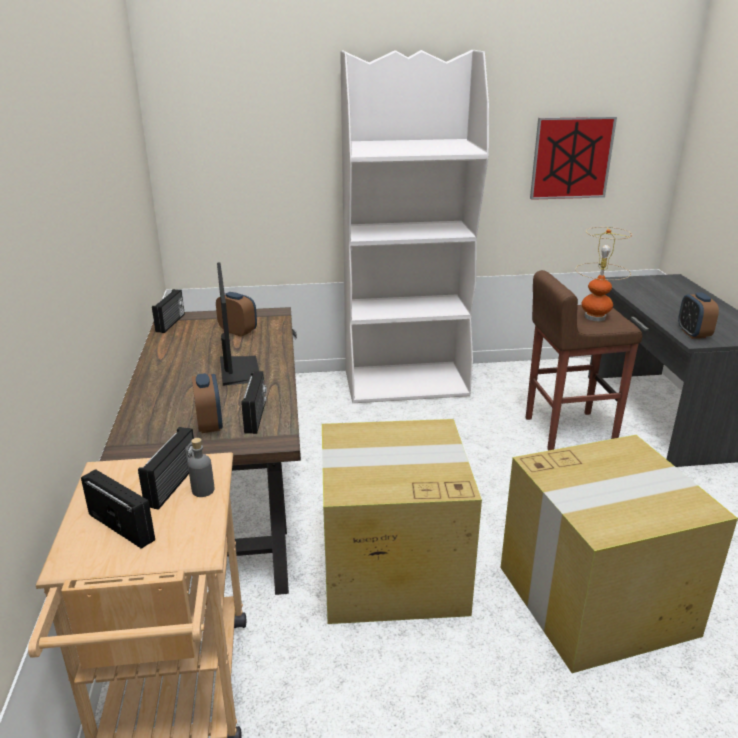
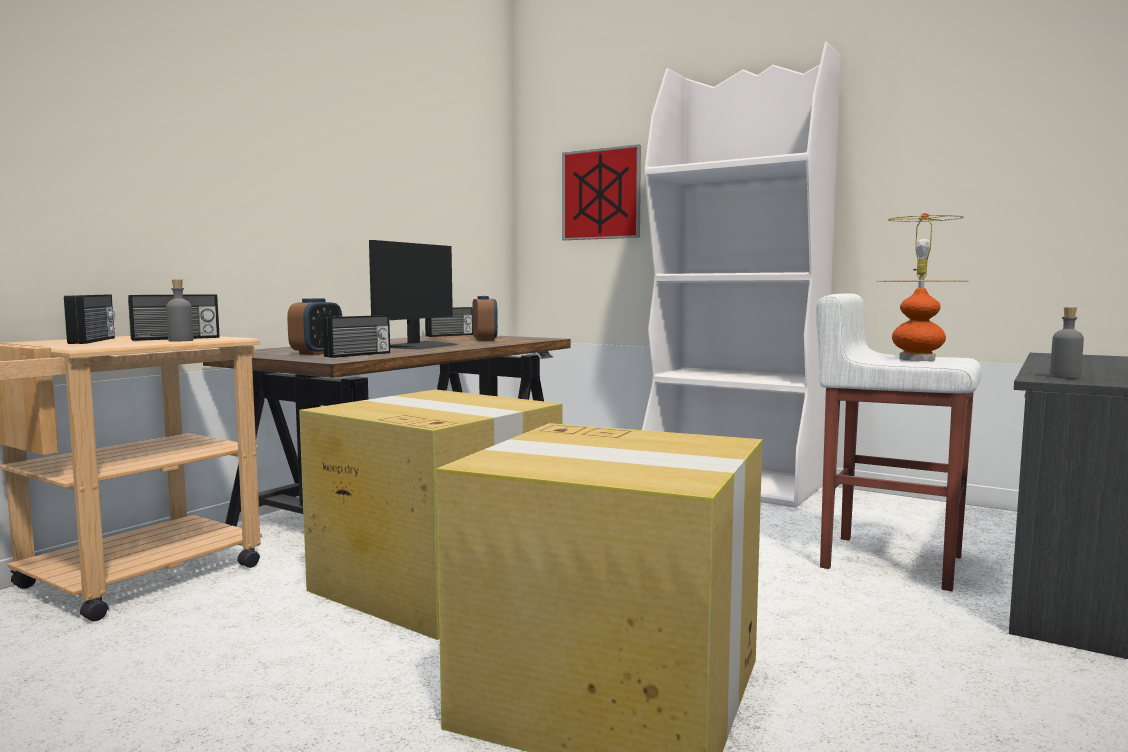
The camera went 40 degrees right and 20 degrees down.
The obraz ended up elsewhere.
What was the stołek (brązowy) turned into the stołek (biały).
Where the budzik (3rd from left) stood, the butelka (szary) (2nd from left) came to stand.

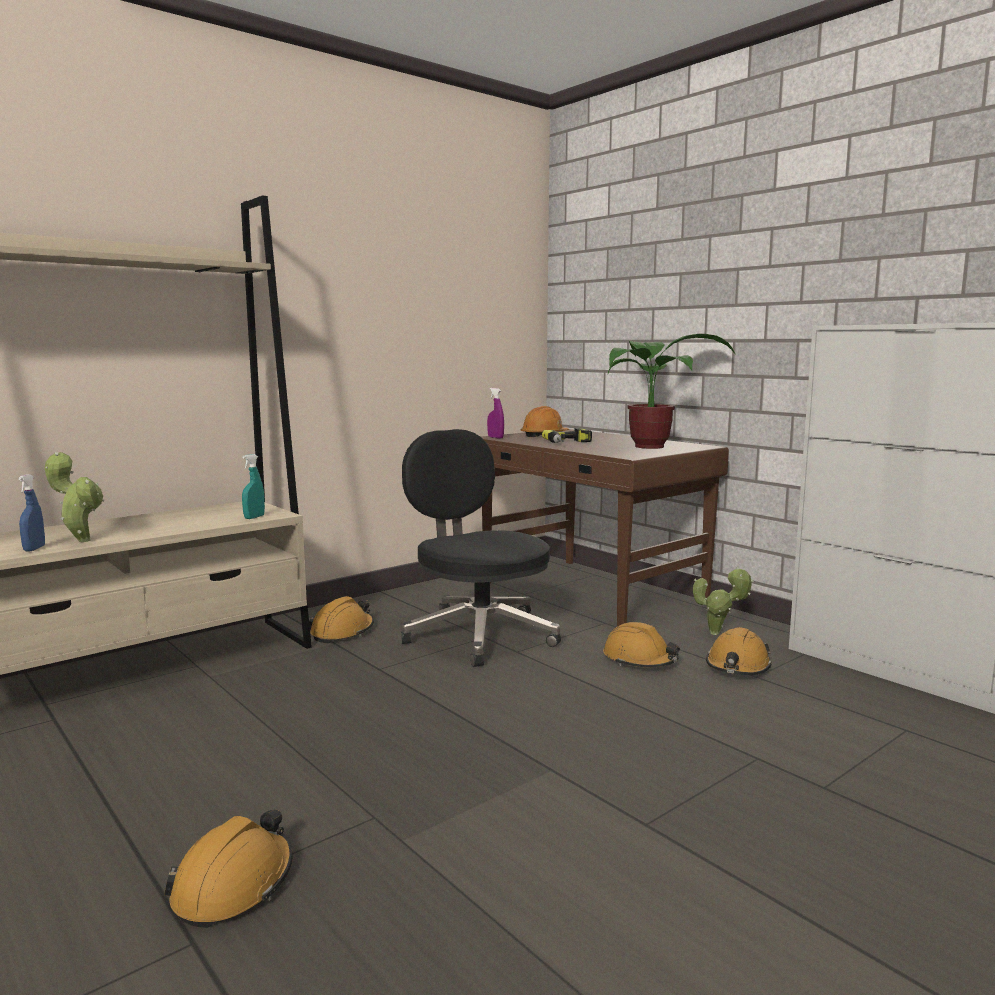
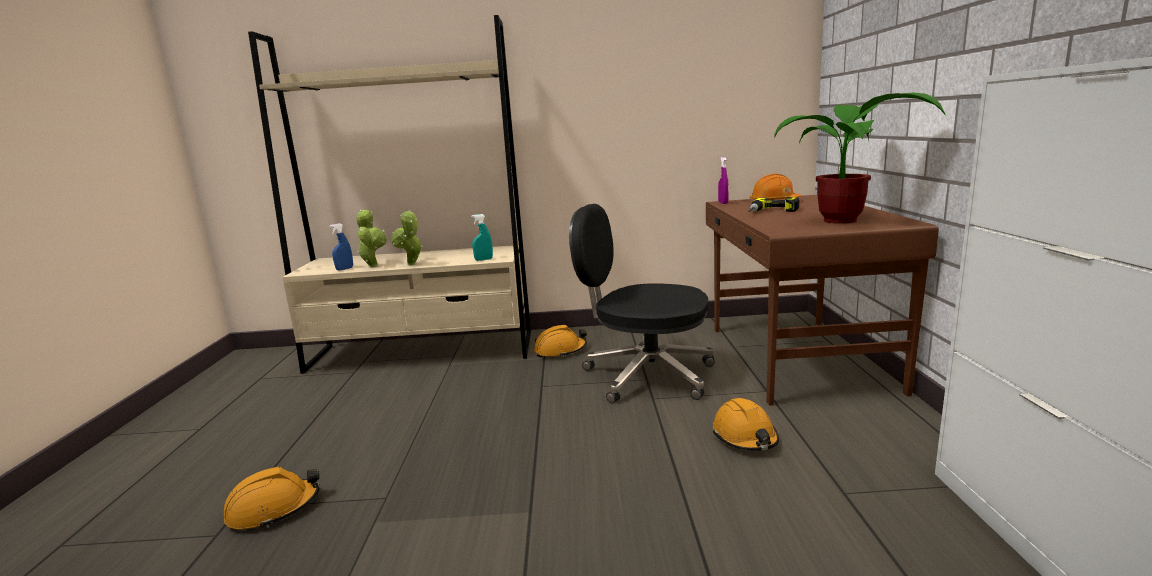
The camera went 40 degrees right and 5 degrees up.
The krzesło biurowe (czarny) ended up facing another way, 75 degrees counterclockwise from before.
The roślina doniczkowa (3rd from left in the first image) ended up elsewhere.
The second view lost the kask (pomarańczowy) (5th from left).

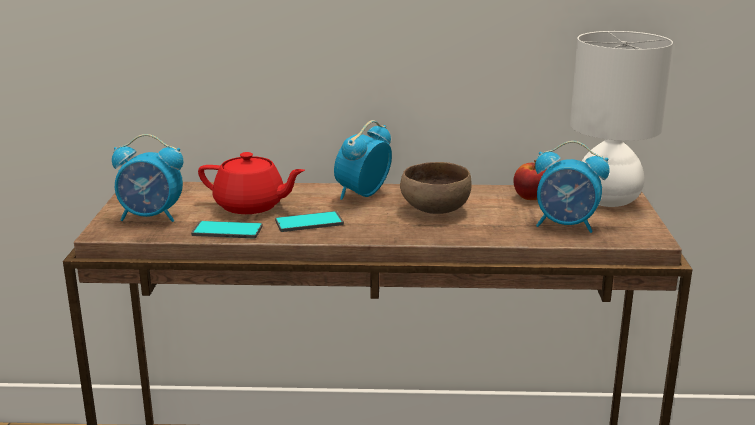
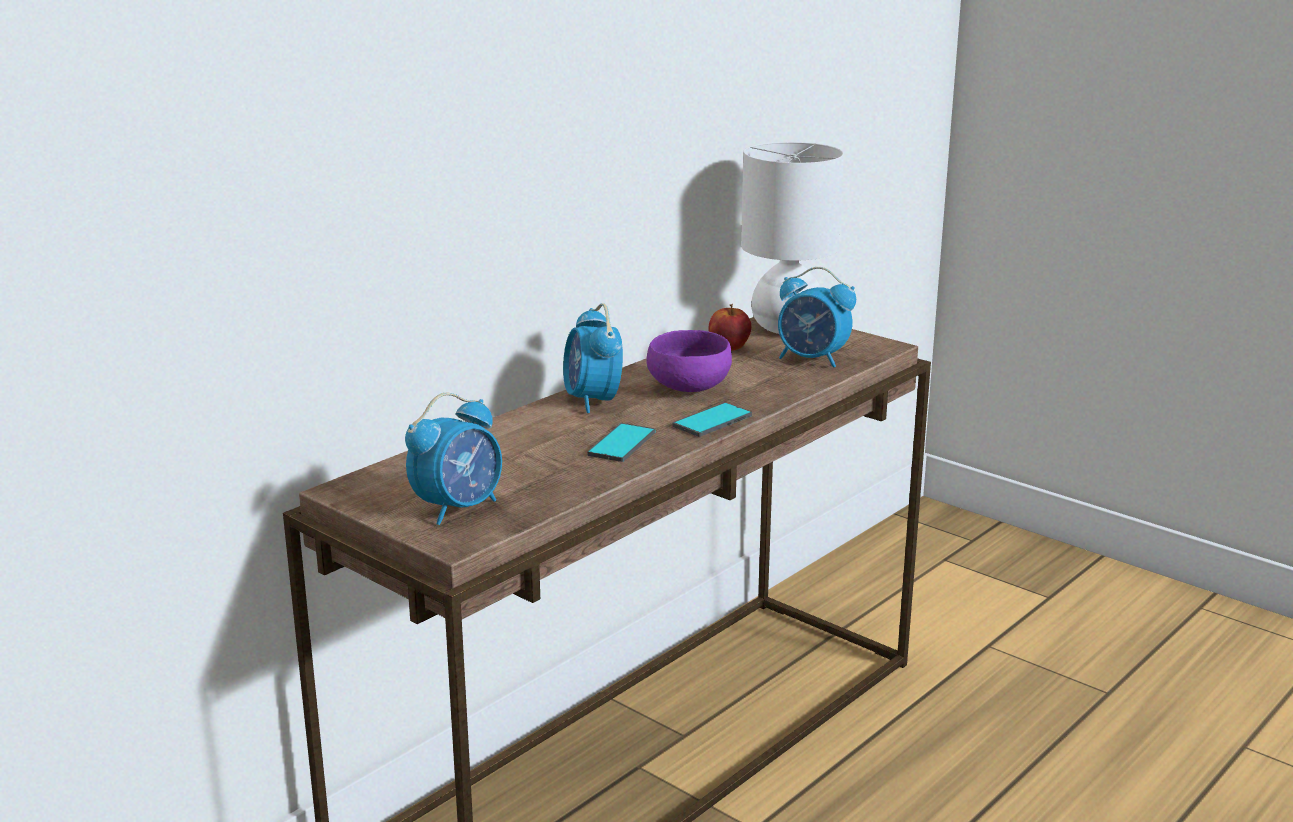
The camera went 50 degrees left and 0 degrees up.
The budzik (3rd from left) ended up facing another way, 60 degrees clockwise from before.
The second view lost the imbryk (czerwony).
What was the miska (brązowy) turned into the miska (fioletowy).
The telefon (1st from left in the first image) ended up elsewhere.

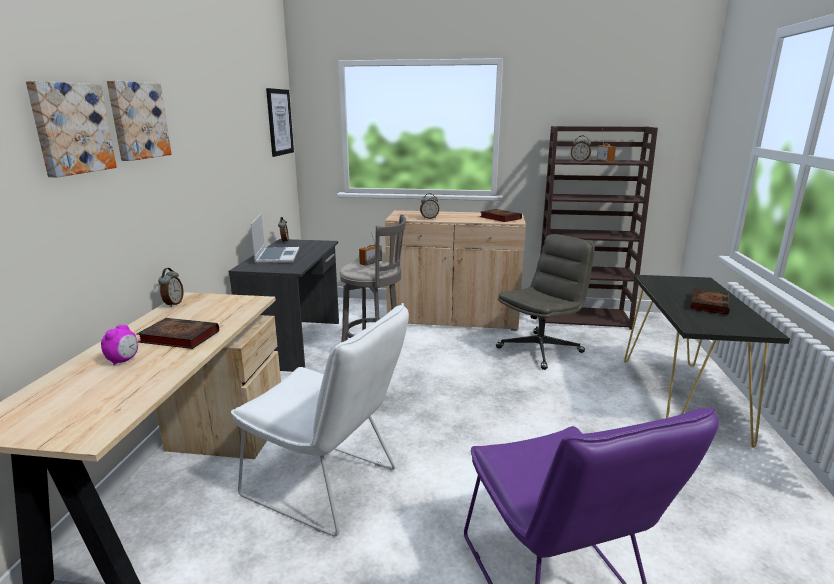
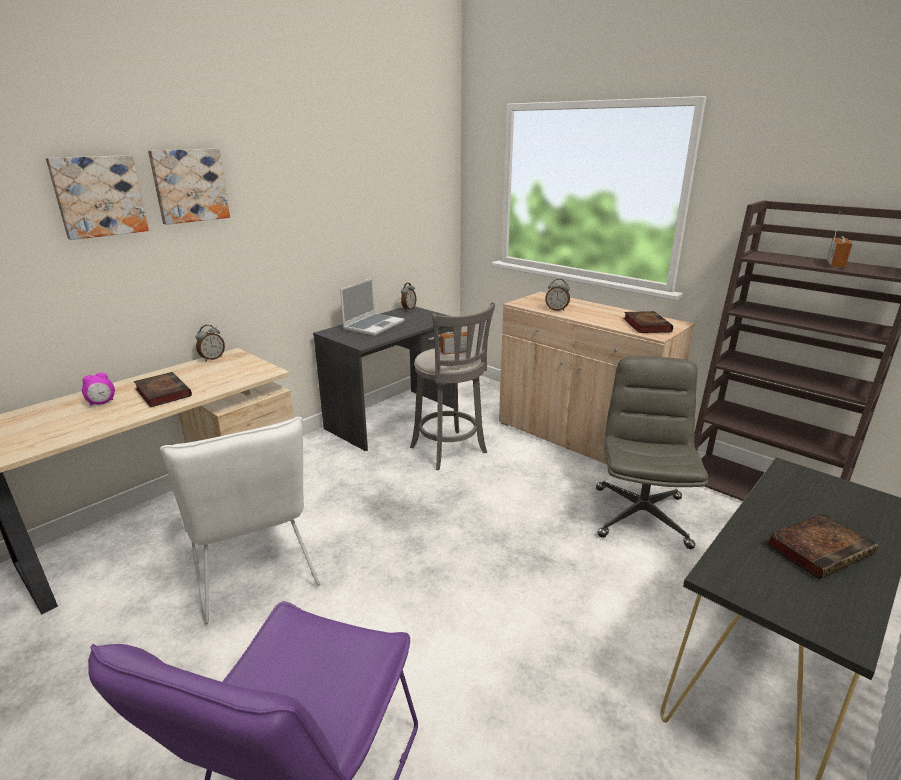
The camera went 35 degrees right and 5 degrees up.
The second view lost the obraz (3rd from left).
The second view lost the budzik (5th from left).
The krzesło biurowe (szary) ended up facing another way, 75 degrees counterclockwise from before.

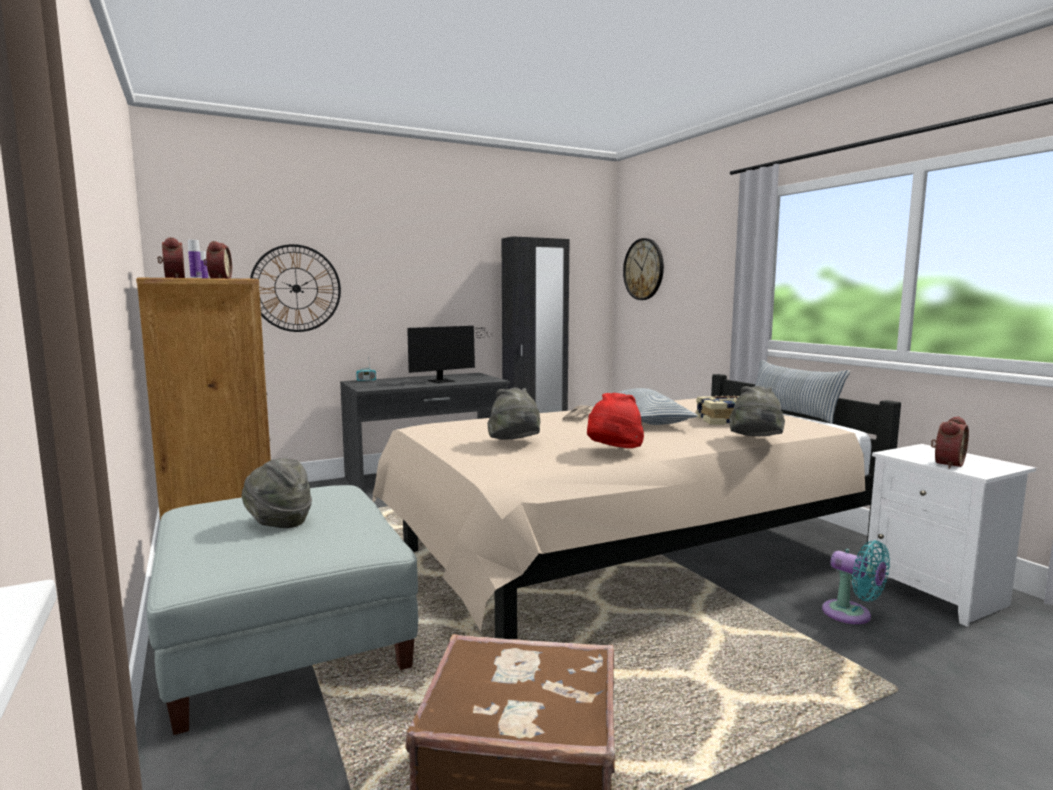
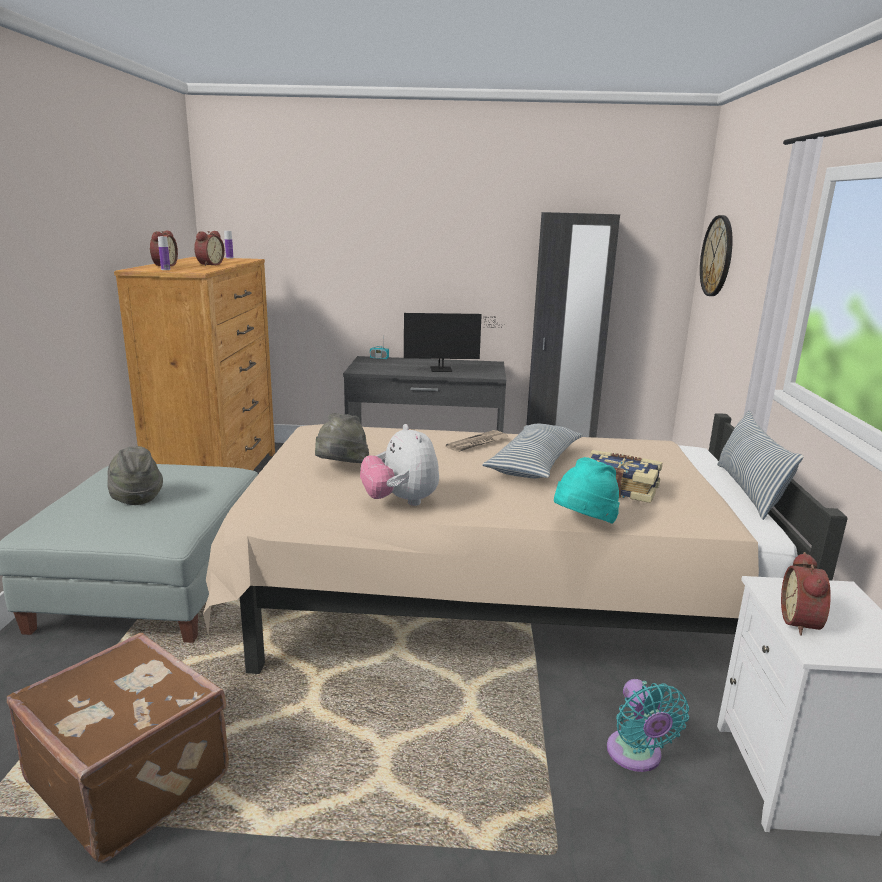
The camera went 30 degrees right and 10 degrees up.
The second view lost the zegar ścienny (1st from left).
What was the kapelusz (szary) (3rd from left) turned into the kapelusz (turkusowy).
Where the kapelusz (czerwony) stood, the pluszak came to stand.
The budzik (3rd from left) ended up facing another way, 120 degrees clockwise from before.

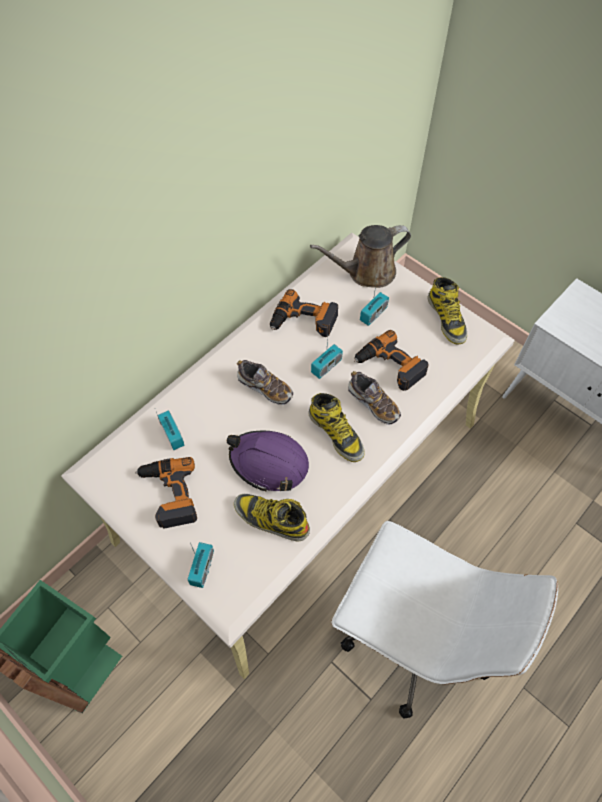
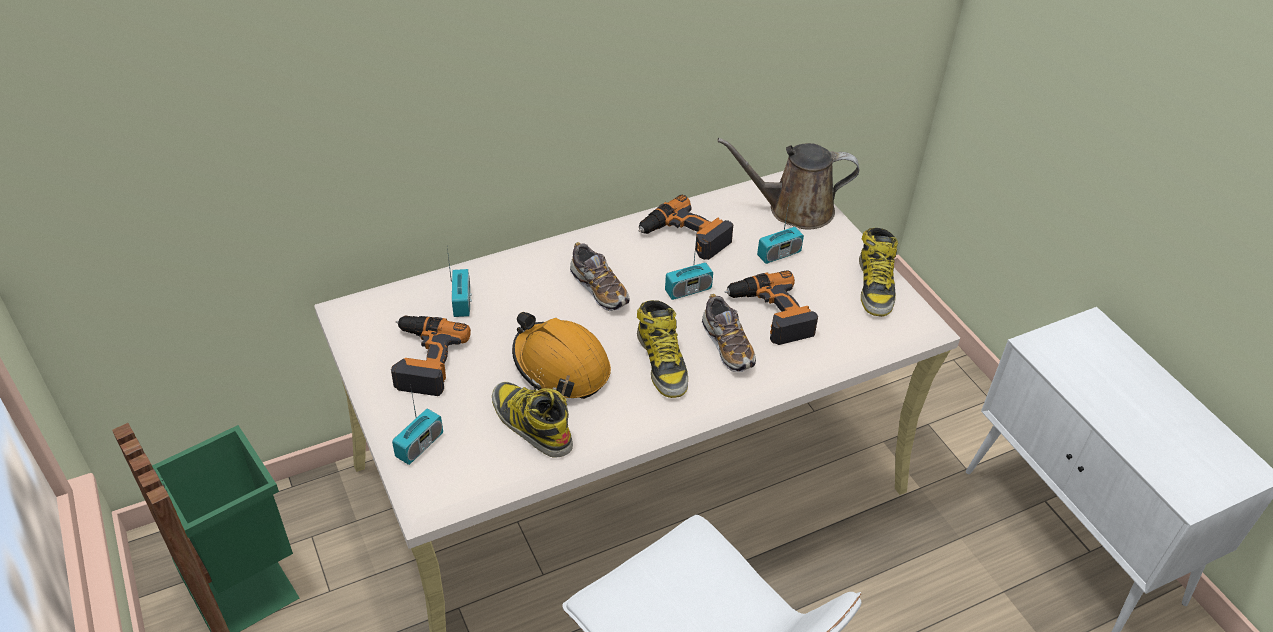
The camera went 20 degrees right and 15 degrees down.
What was the kask (fioletowy) turned into the kask (pomarańczowy).

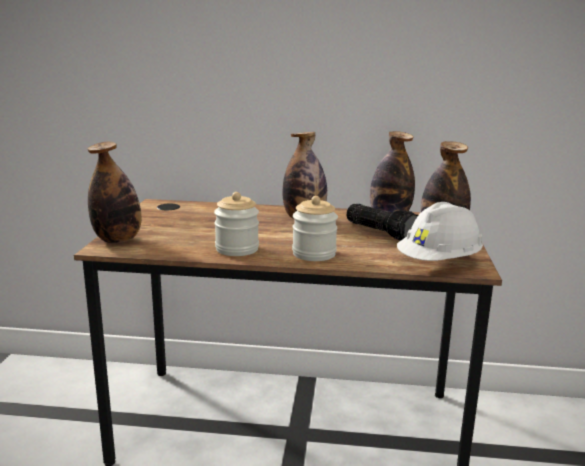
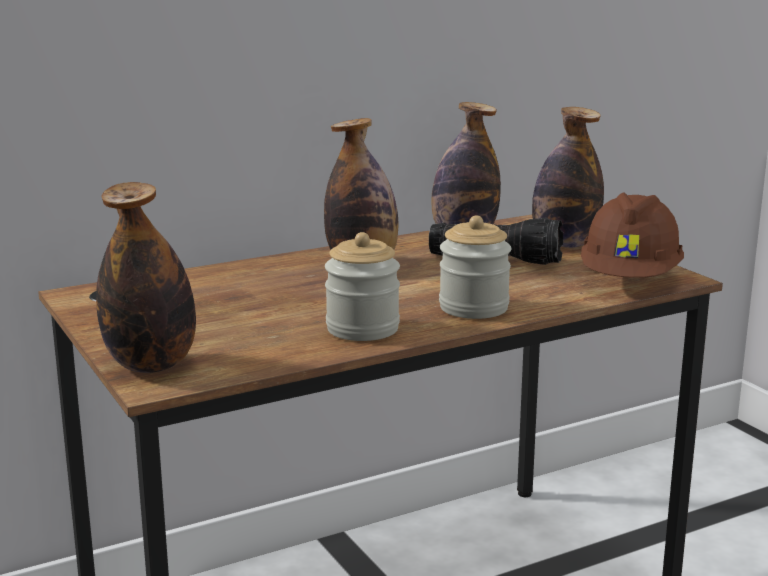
The camera went 35 degrees left and 0 degrees up.
What was the kask (biały) turned into the kask (brązowy).

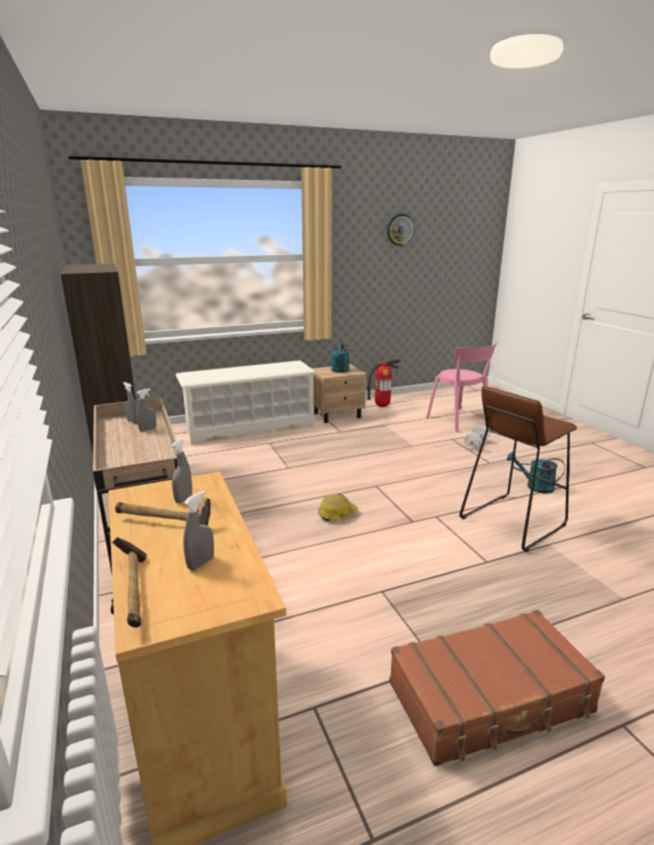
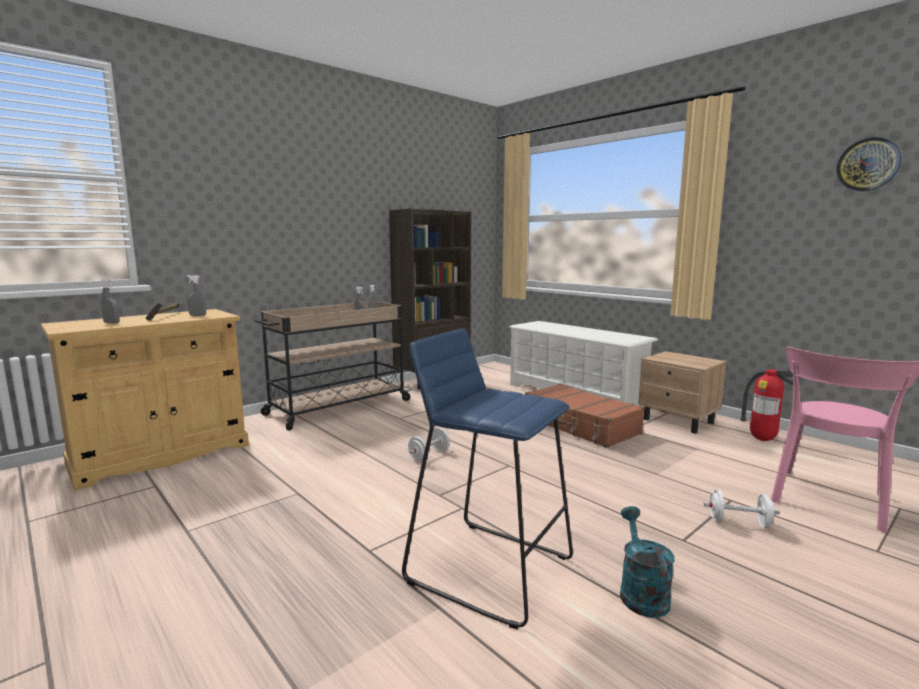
The camera went 70 degrees right and 10 degrees down.
The second view lost the konewka (turkusowy) (1st from left).
What was the stołek (brązowy) turned into the stołek (niebieski).
Where the kask stood, the hantel (biały) (1st from left) came to stand.
The second view lost the młotek (1st from left).
The walizka (brązowy) ended up elsewhere.

